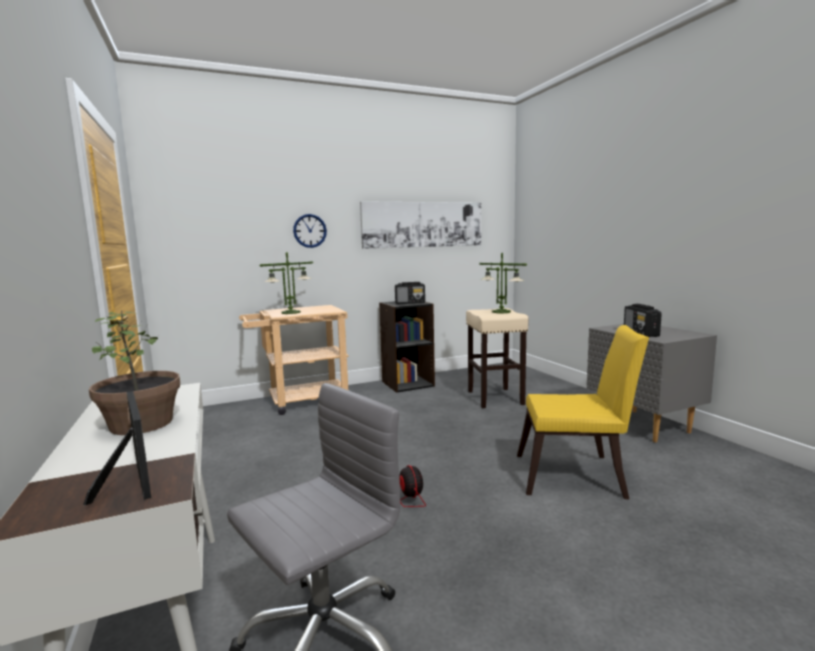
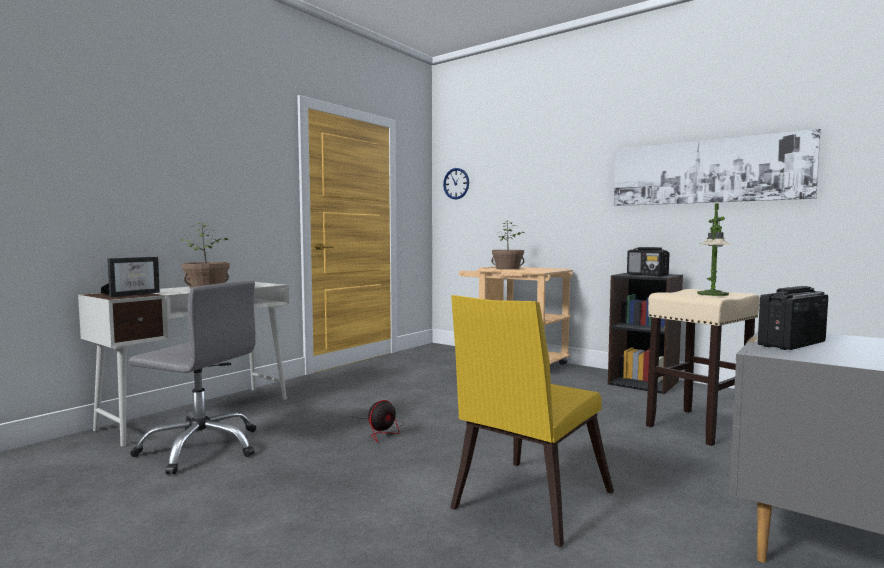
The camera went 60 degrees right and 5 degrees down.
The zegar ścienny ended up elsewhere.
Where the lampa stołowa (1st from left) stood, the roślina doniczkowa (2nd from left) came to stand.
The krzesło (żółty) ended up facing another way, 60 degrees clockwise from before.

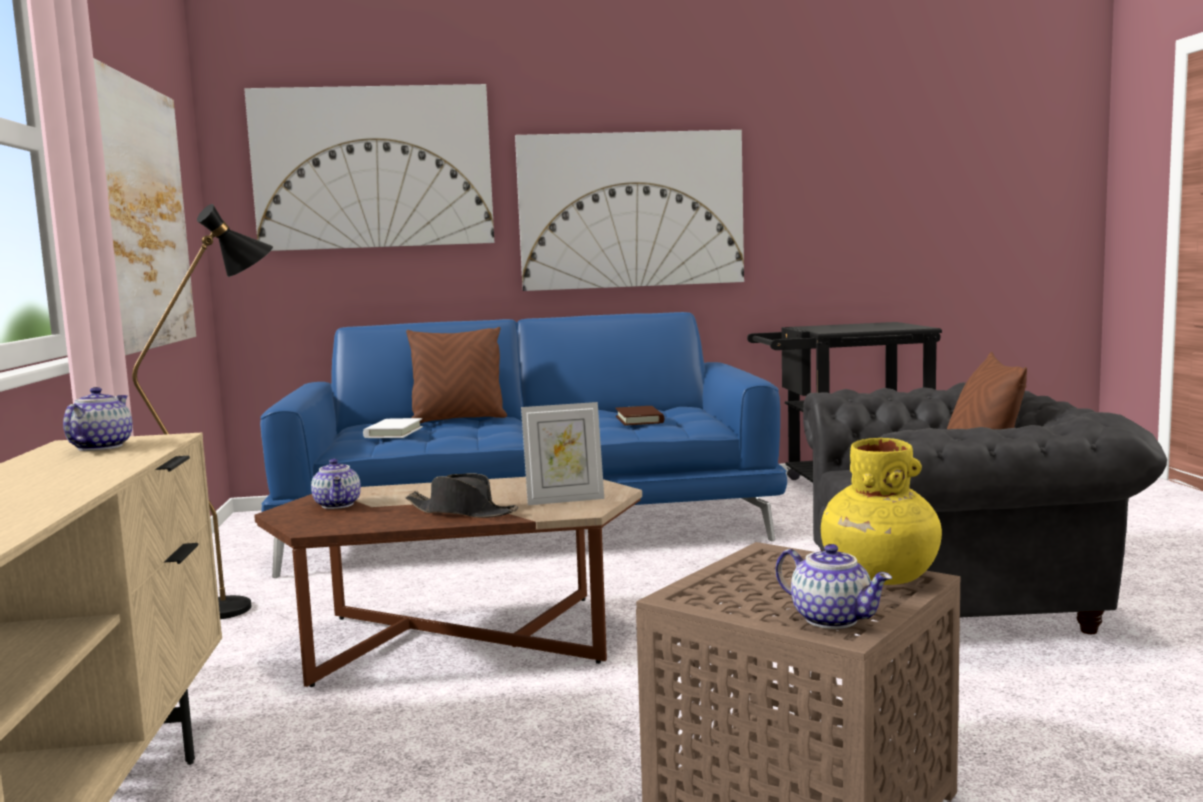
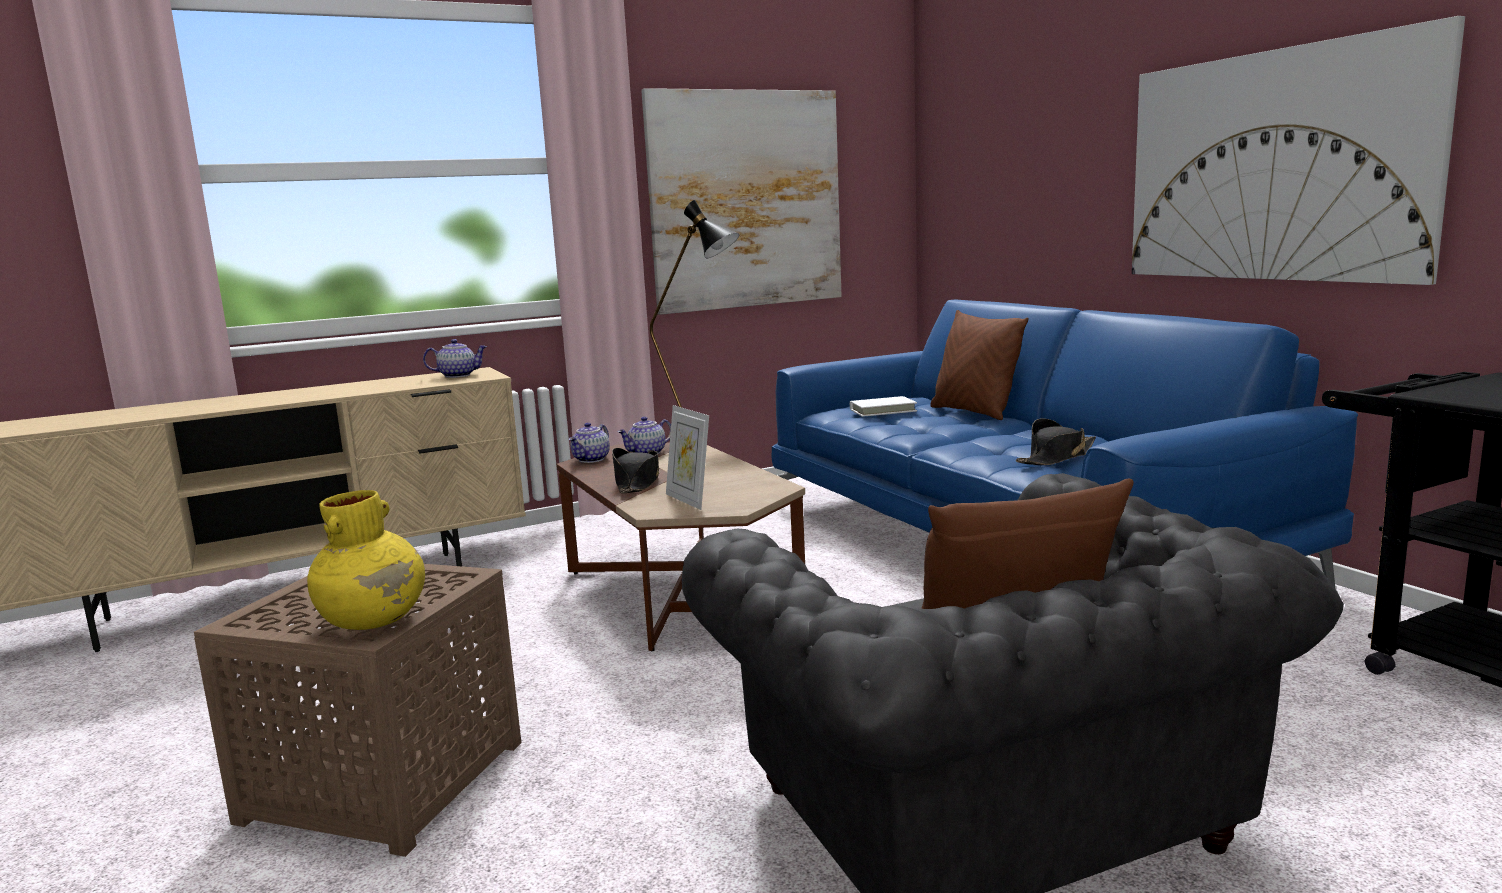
The camera went 70 degrees right and 5 degrees up.
The second view lost the obraz (2nd from left).
Where the książka (brązowy) stood, the kapelusz (czarny) (2nd from left) came to stand.
The imbryk (3rd from left in the first image) ended up elsewhere.

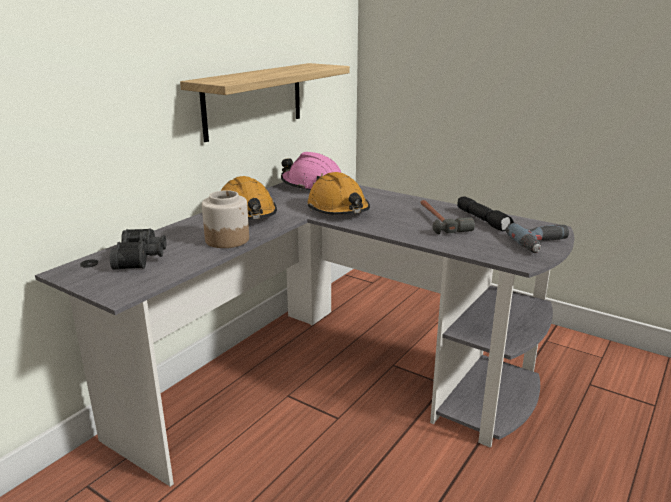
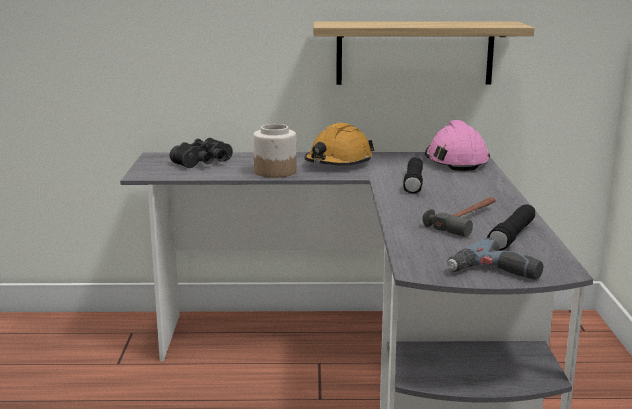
The camera went 55 degrees right and 5 degrees down.
Where the kask (pomarańczowy) (2nd from left) stood, the latarka (czarny) (1st from left) came to stand.

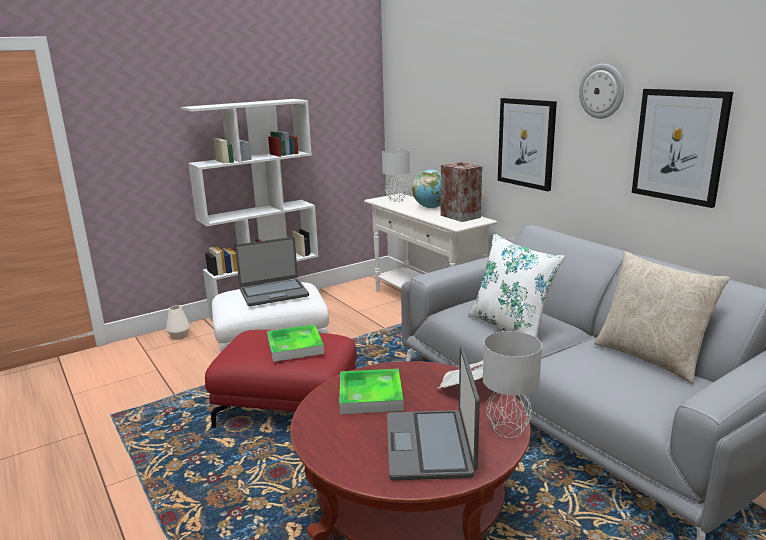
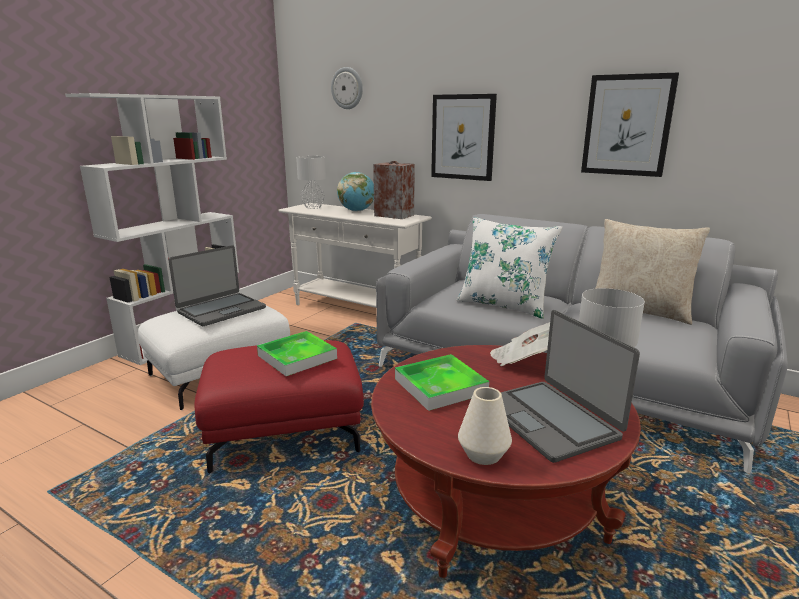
The camera went 25 degrees left and 0 degrees up.
The zegar ścienny ended up elsewhere.
The wazon (biały) ended up elsewhere.

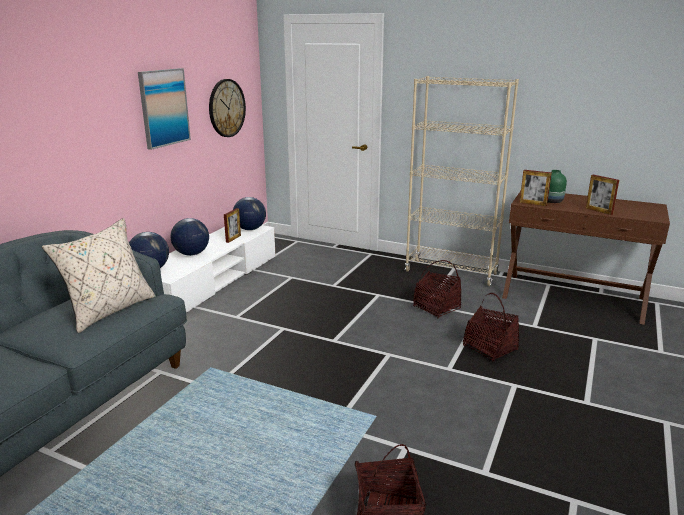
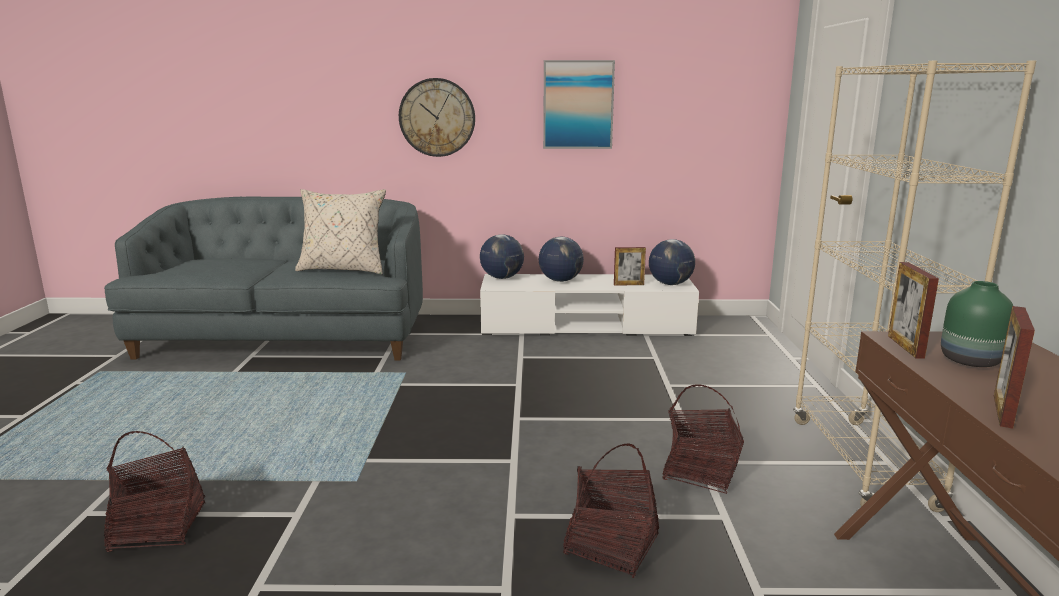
The camera went 65 degrees right and 5 degrees down.
The zegar ścienny ended up elsewhere.

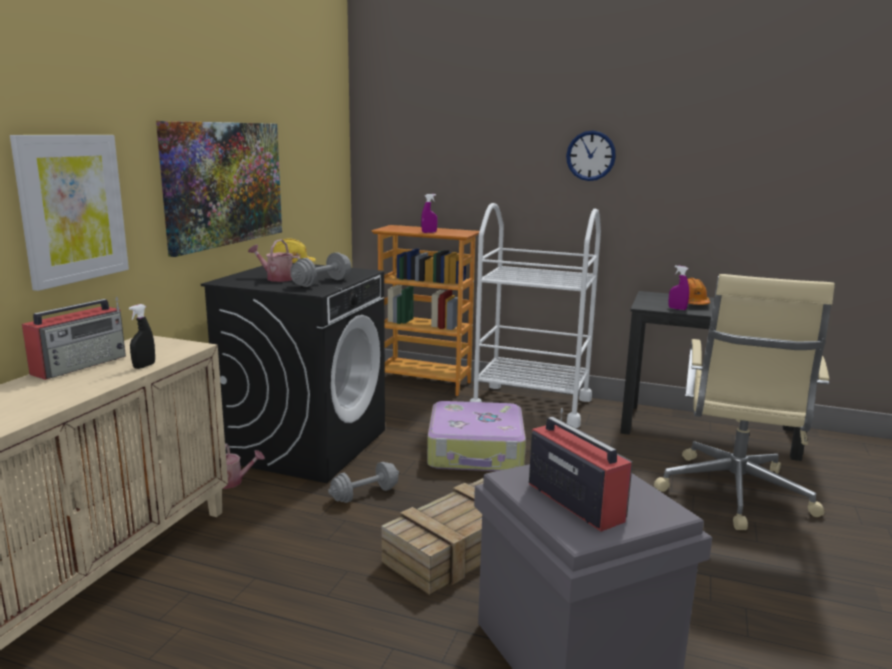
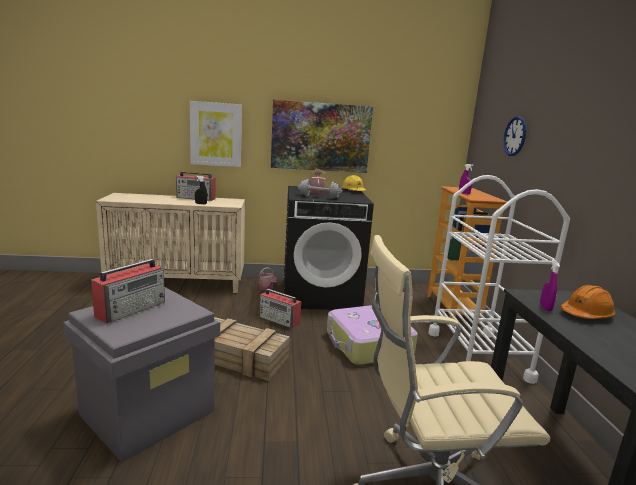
The camera went 65 degrees right and 0 degrees up.
The zegar ścienny ended up elsewhere.
Where the hantel (szary) (2nd from left) stood, the radio (3rd from left) came to stand.

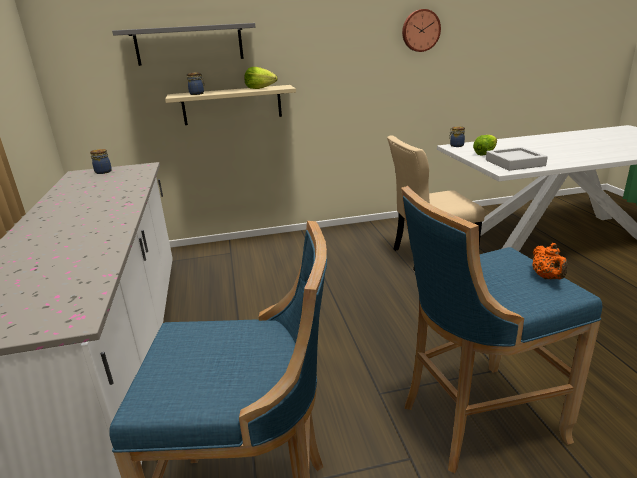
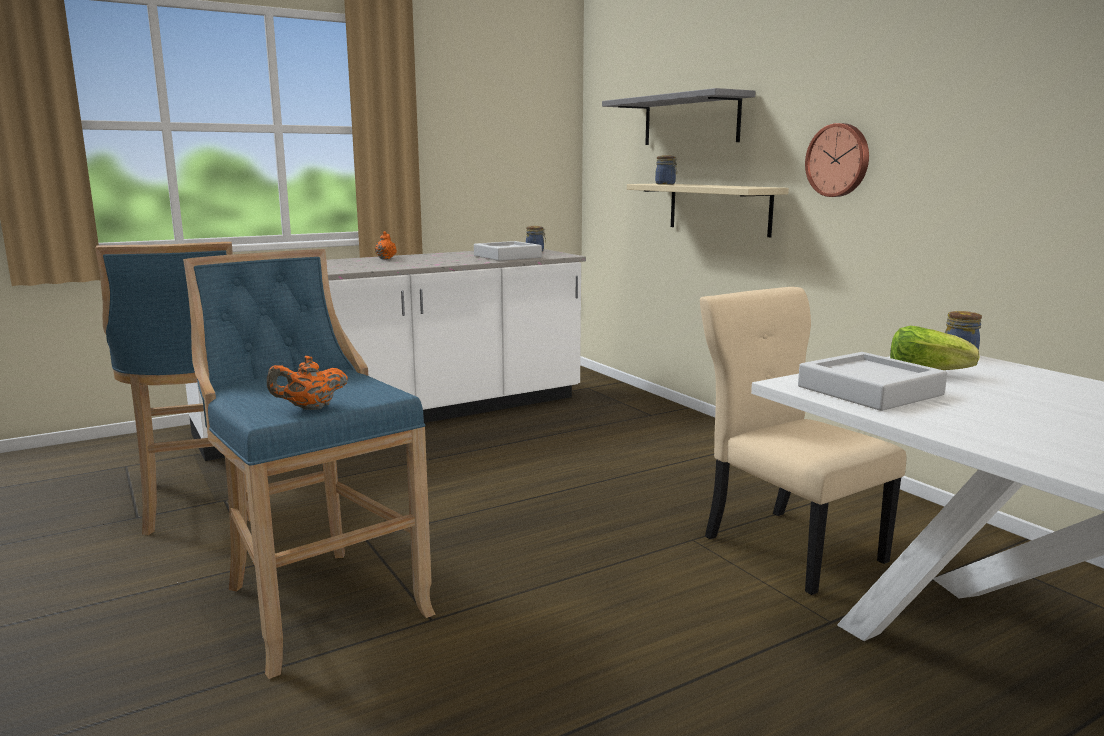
The camera went 70 degrees right and 10 degrees down.
The zegar ścienny ended up elsewhere.
The second view lost the sałata (1st from left).
The second view gained the imbryk (pomarańczowy) (2nd from left).
The second view gained the taca (szary) (1st from left).

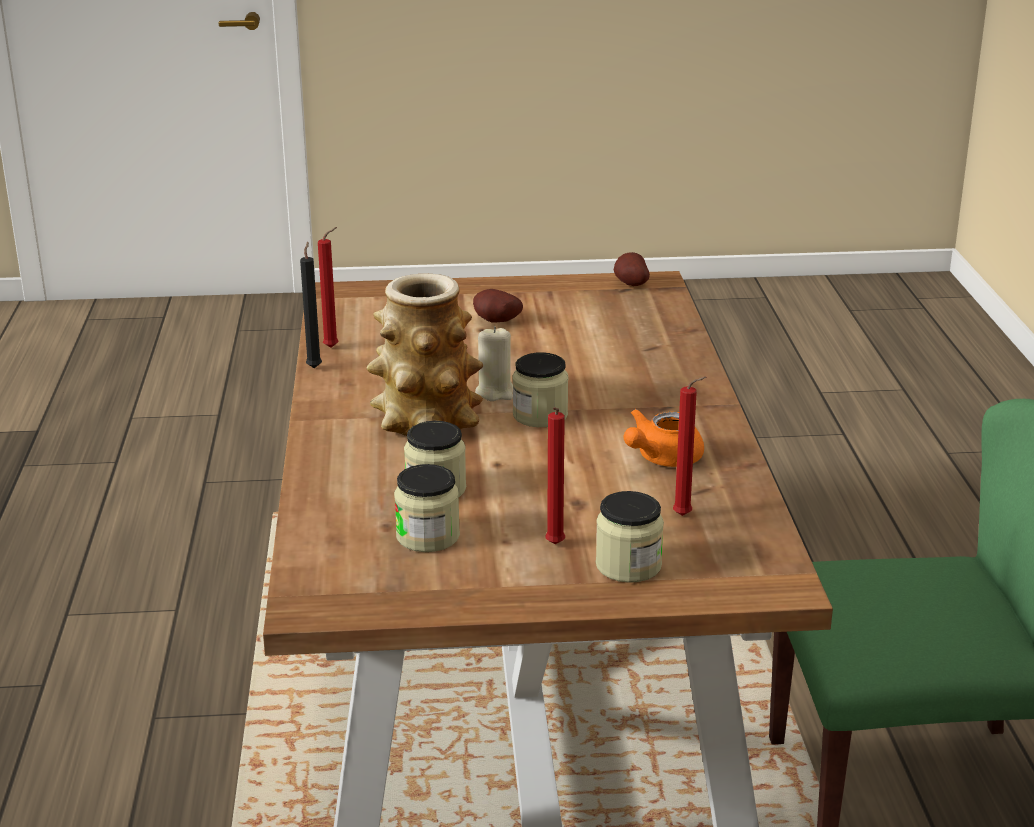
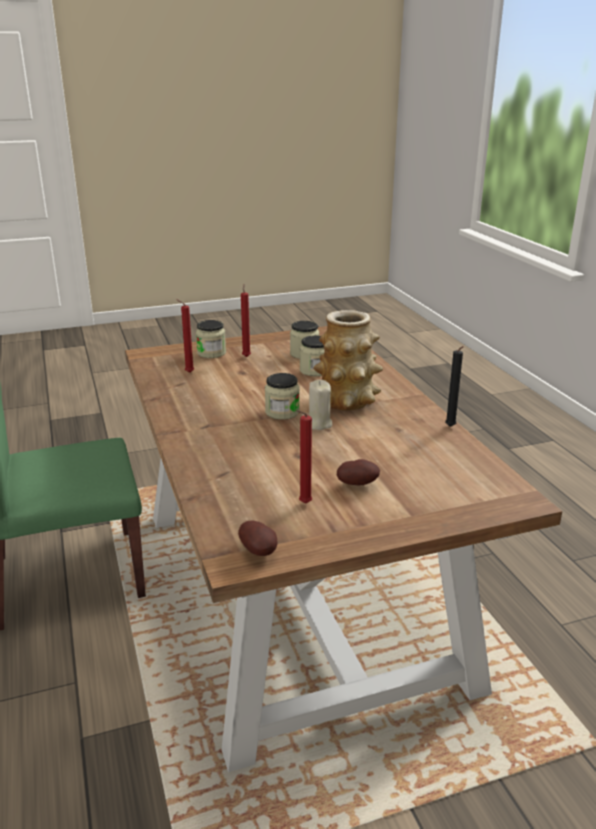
The camera went 165 degrees right and 0 degrees up.
The świeca (czerwony) (1st from left in the first image) ended up elsewhere.
The second view lost the imbryk (pomarańczowy).

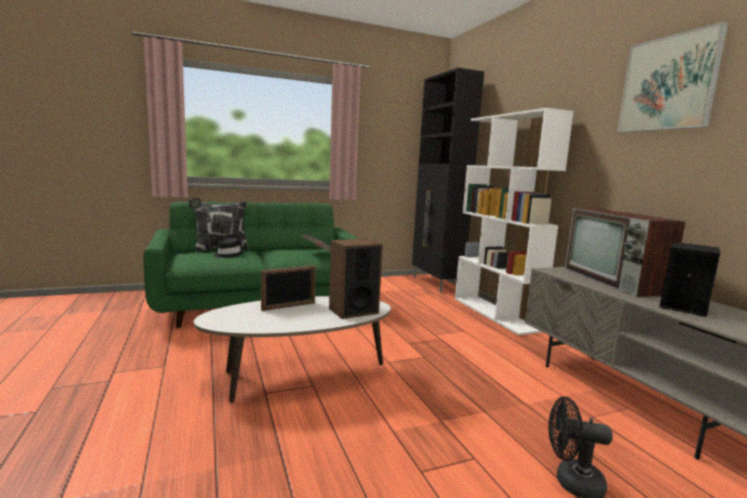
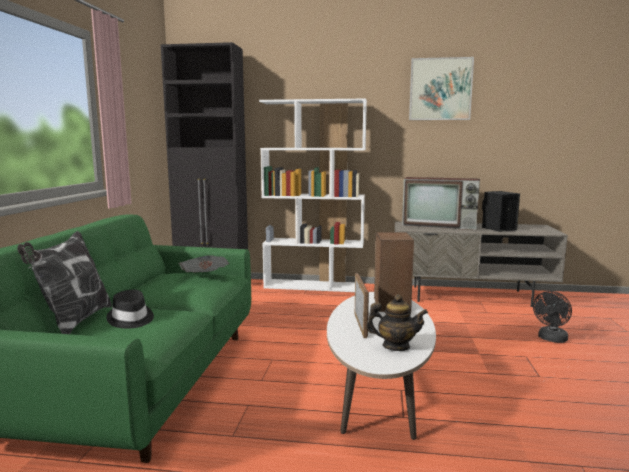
The camera went 60 degrees left and 0 degrees up.
The second view gained the imbryk.

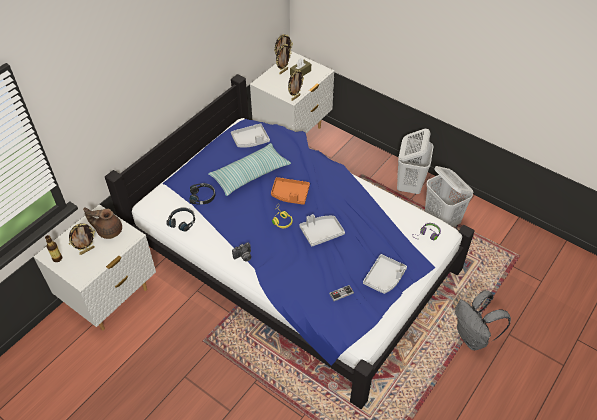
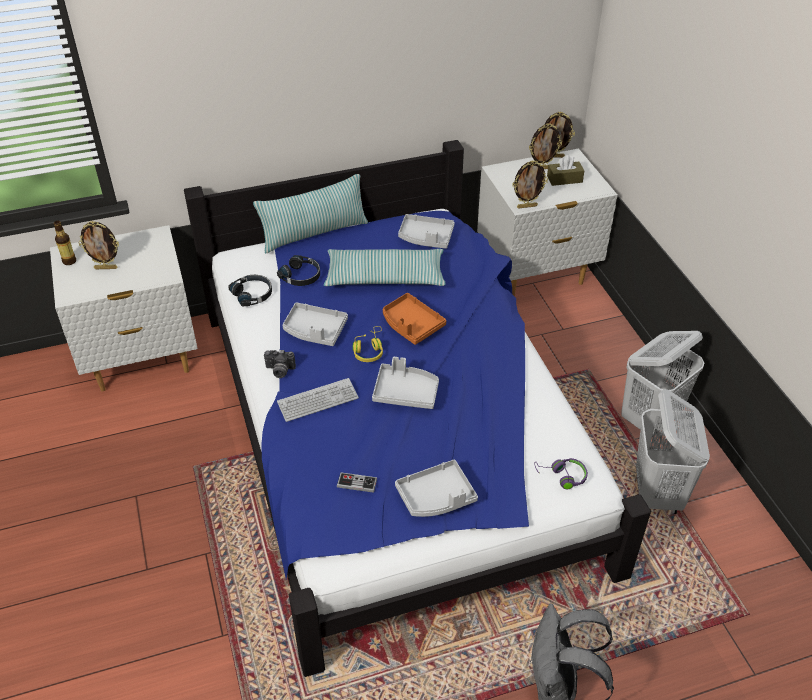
The camera went 35 degrees right and 5 degrees down.
The second view lost the imbryk (brązowy).
The second view gained the poduszka (1st from left).
The second view gained the taca (szary) (1st from left).
The second view gained the klawiatura.

